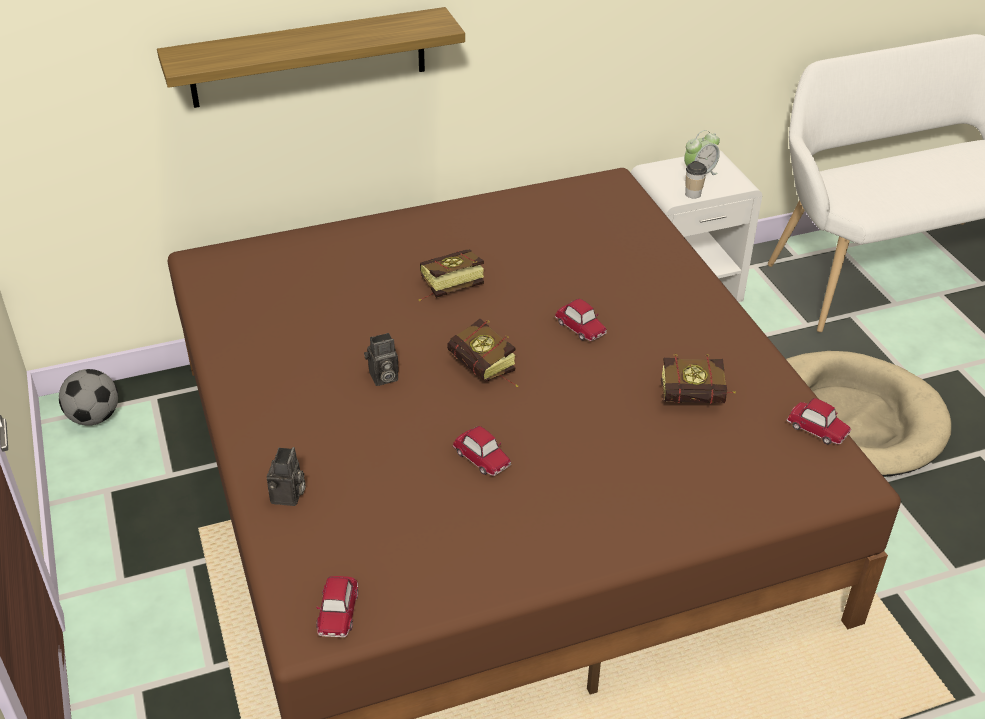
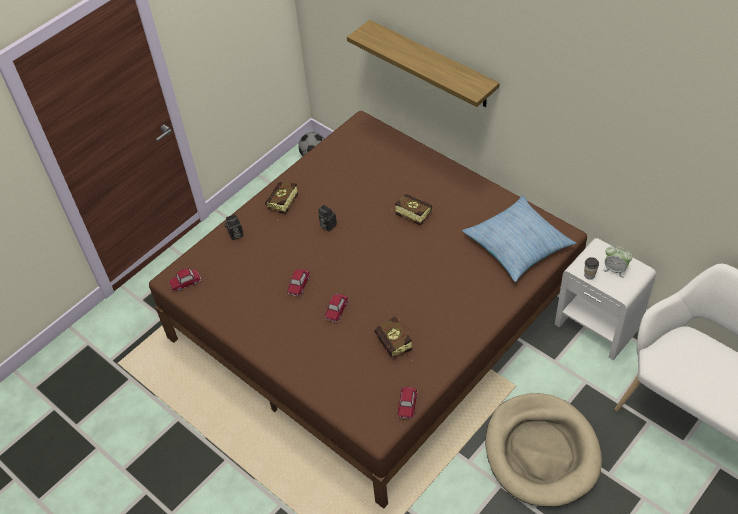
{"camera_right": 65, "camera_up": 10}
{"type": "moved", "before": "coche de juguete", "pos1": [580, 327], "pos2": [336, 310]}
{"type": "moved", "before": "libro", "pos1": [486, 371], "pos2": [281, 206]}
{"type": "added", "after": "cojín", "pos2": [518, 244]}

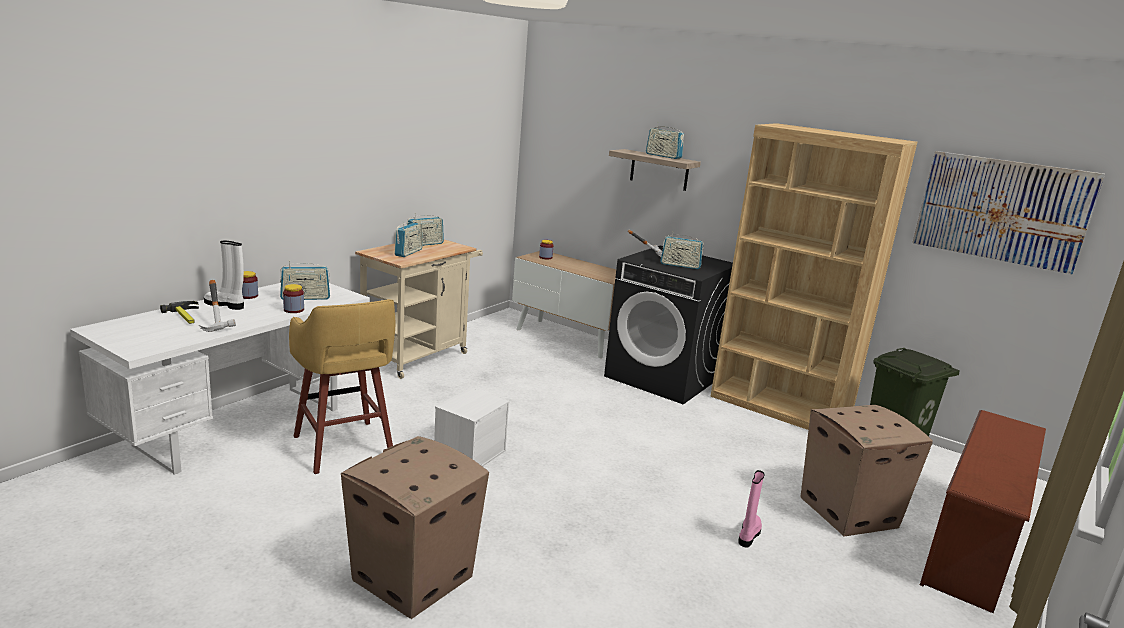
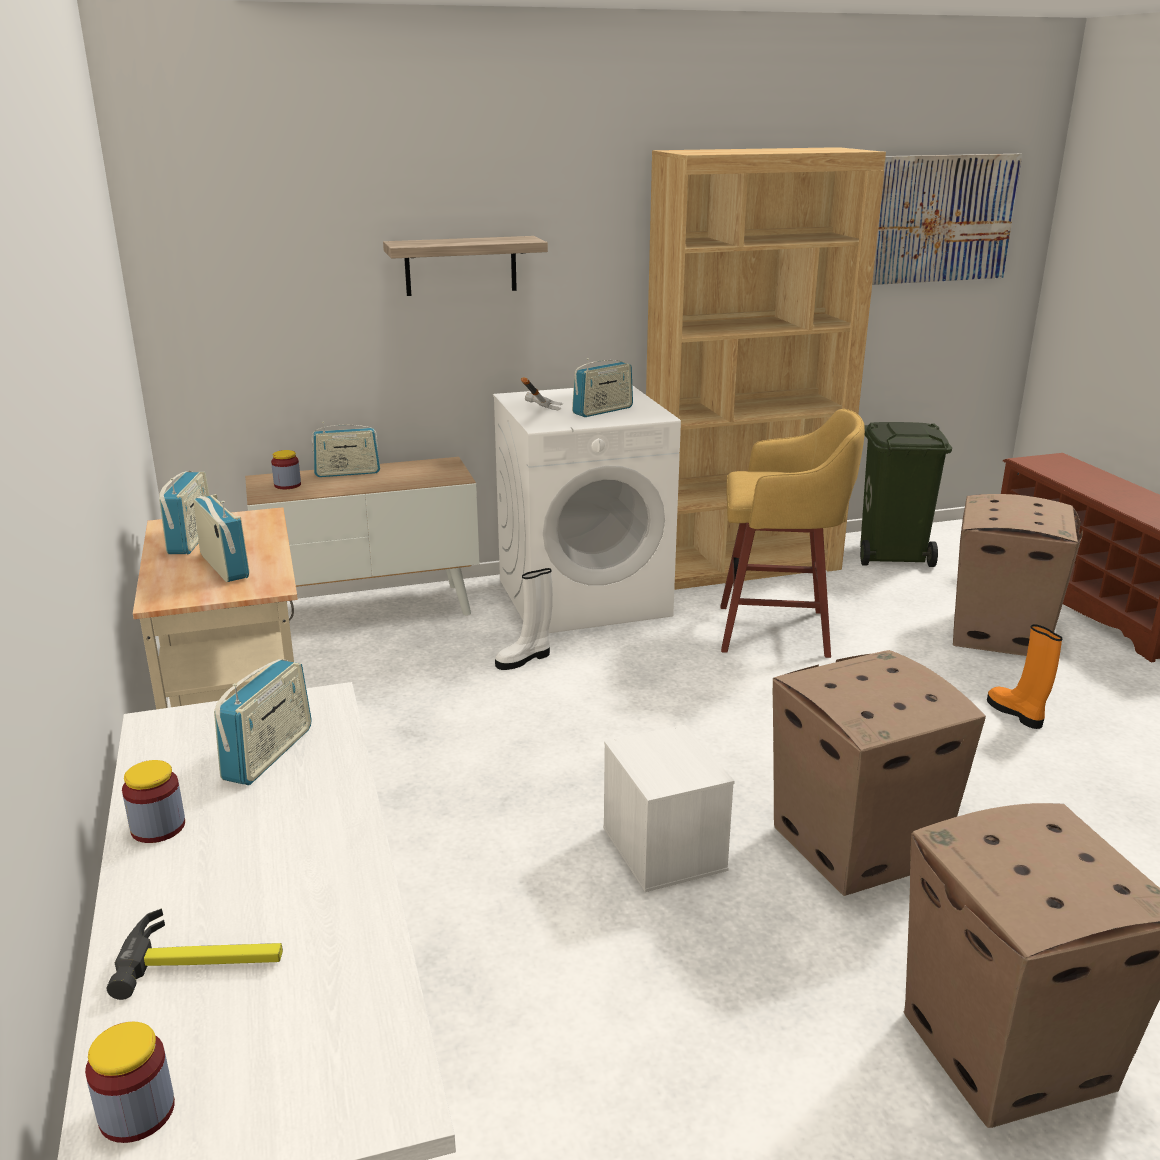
{"camera_right": -50, "camera_up": 5}
{"type": "moved", "before": "radio", "pos1": [663, 156], "pos2": [347, 473]}
{"type": "moved", "before": "bota/blanco", "pos1": [225, 305], "pos2": [524, 659]}
{"type": "recoloured", "before": "lavadora/negro", "after": "lavadora/blanco", "pos1": [663, 378], "pos2": [584, 597]}
{"type": "removed", "before": "martillo", "pos1": [221, 324]}
{"type": "moved", "before": "tarro", "pos1": [293, 310], "pos2": [137, 1112]}
{"type": "moved", "before": "taburete/amarillo", "pos1": [344, 448], "pos2": [778, 631]}
{"type": "recoloured", "before": "bota/rosa", "after": "bota/naranja", "pos1": [748, 535], "pos2": [1016, 713]}
{"type": "added", "after": "caja de cartón", "pos2": [854, 846]}

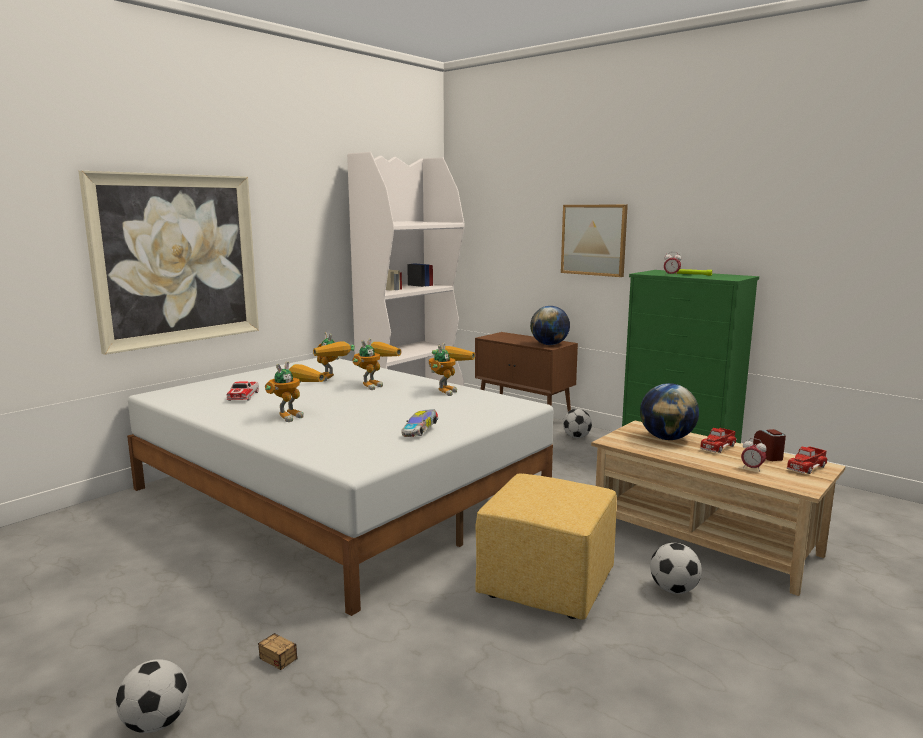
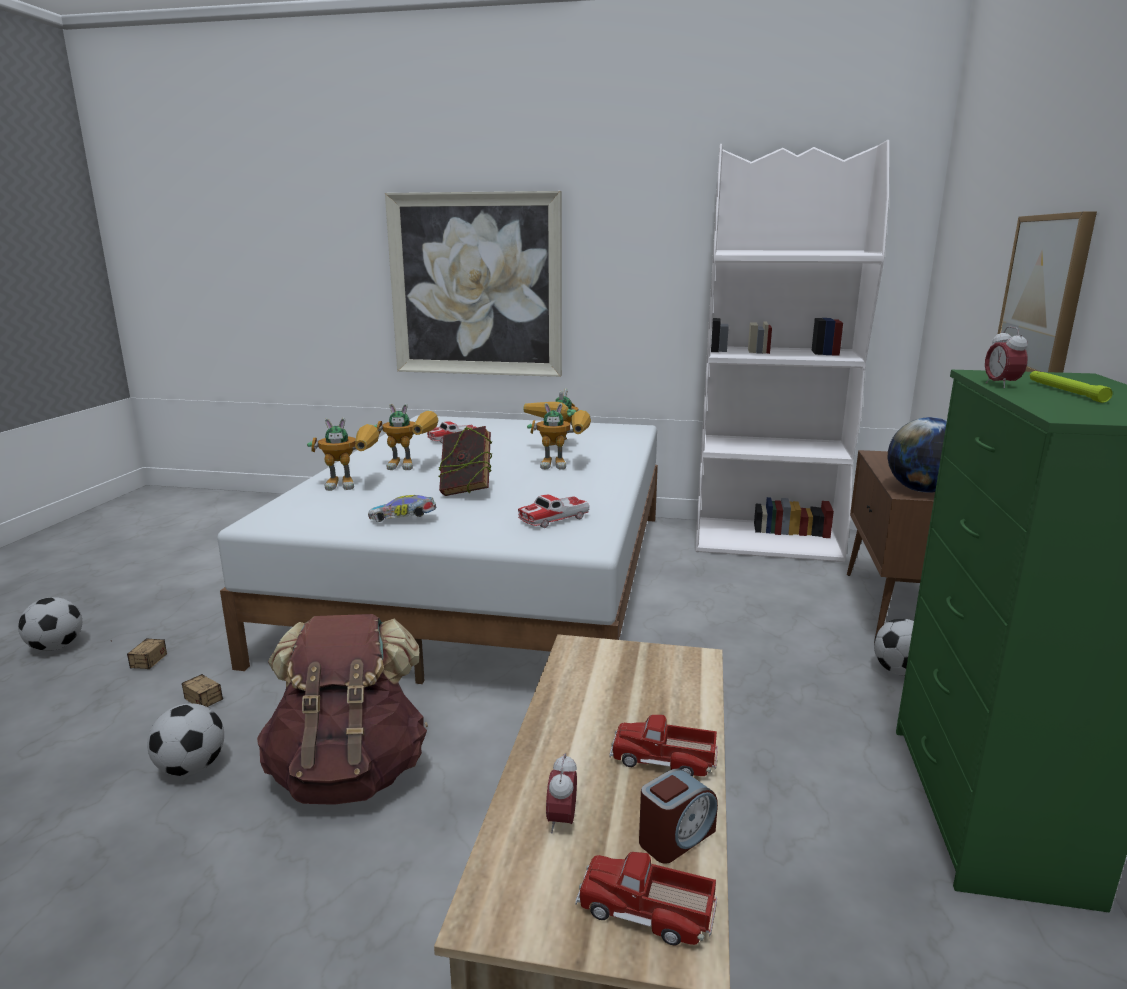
{"camera_right": 60, "camera_up": 5}
{"type": "moved", "before": "robot de juguete", "pos1": [447, 390], "pos2": [353, 485]}
{"type": "removed", "before": "globo terráqueo", "pos1": [667, 438]}
{"type": "replaced", "before": "puf/amarillo", "after": "mochila/marrón", "pos1": [544, 585], "pos2": [350, 773]}
{"type": "moved", "before": "balón de fútbol", "pos1": [673, 589], "pos2": [191, 767]}
{"type": "added", "after": "libro", "pos2": [466, 491]}
{"type": "added", "after": "coche de juguete", "pos2": [554, 519]}
{"type": "added", "after": "caja de almacenaje", "pos2": [216, 707]}

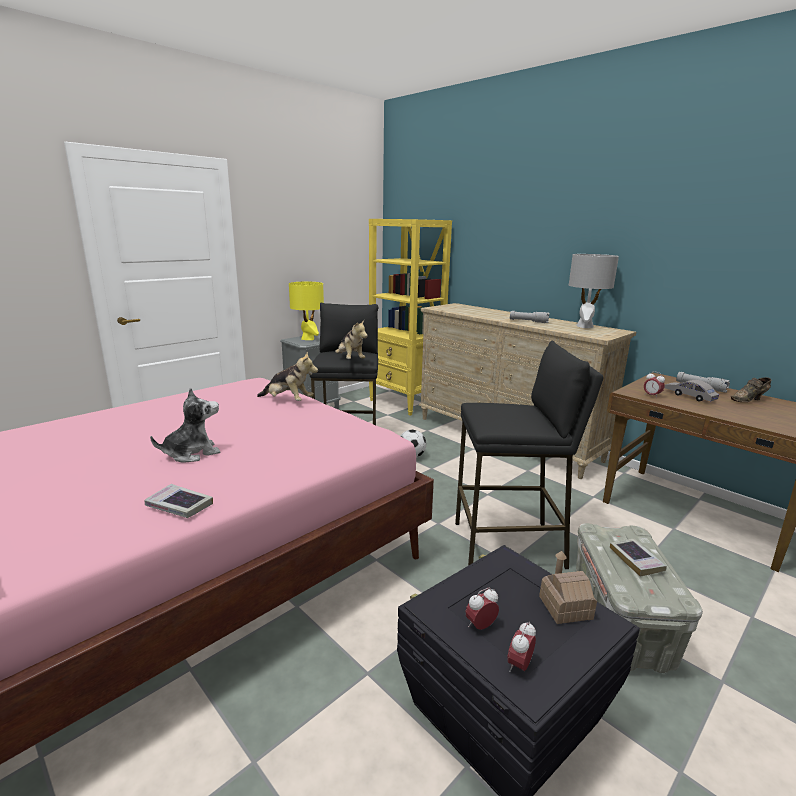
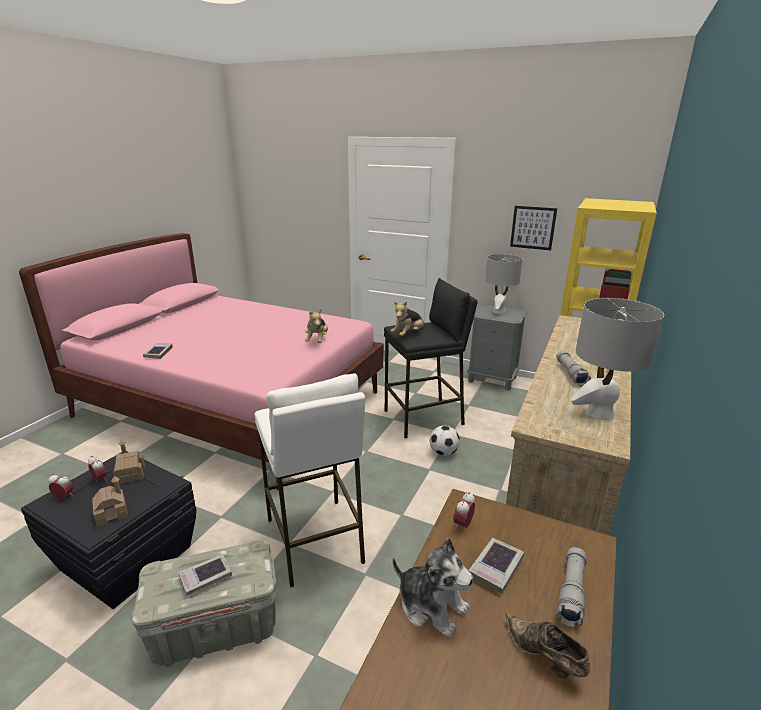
{"camera_right": 70, "camera_up": 5}
{"type": "recoloured", "before": "lámpara de mesa/amarillo", "after": "lámpara de mesa/gris", "pos1": [308, 339], "pos2": [498, 311]}
{"type": "recoloured", "before": "taburete/negro", "after": "taburete/blanco", "pos1": [509, 545], "pos2": [314, 540]}
{"type": "replaced", "before": "coche de juguete/gris", "after": "libro", "pos1": [689, 396], "pos2": [496, 568]}
{"type": "moved", "before": "peluche", "pos1": [192, 453], "pos2": [431, 606]}
{"type": "added", "after": "cuadro", "pos2": [533, 227]}
{"type": "added", "after": "casita", "pos2": [130, 474]}

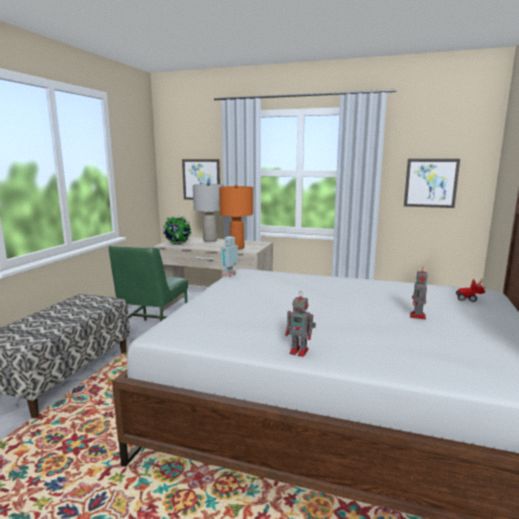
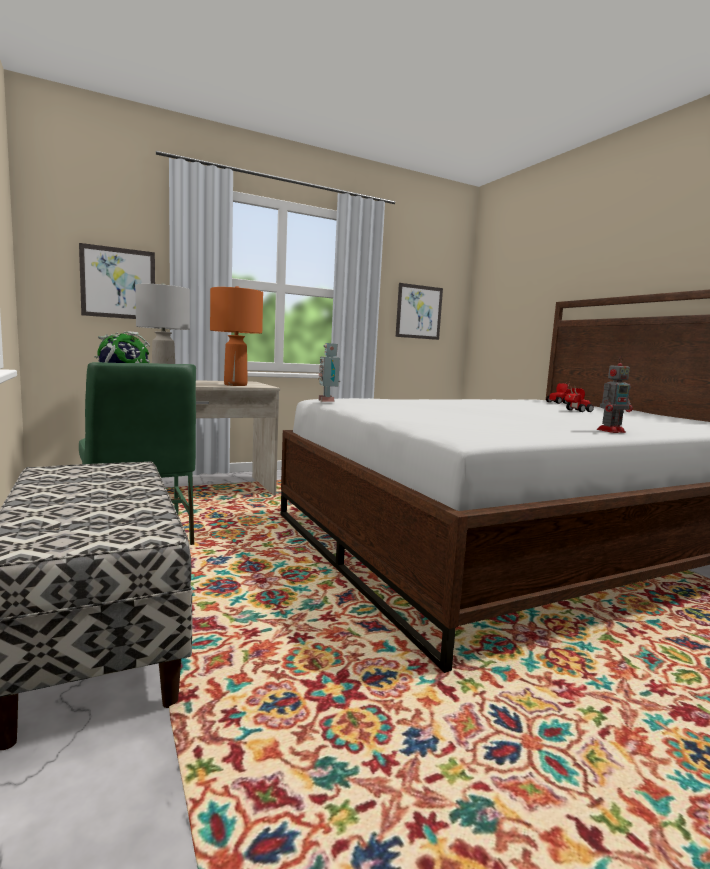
{"camera_right": -45, "camera_up": -5}
{"type": "replaced", "before": "robot de juguete", "after": "coche de juguete", "pos1": [417, 316], "pos2": [576, 411]}

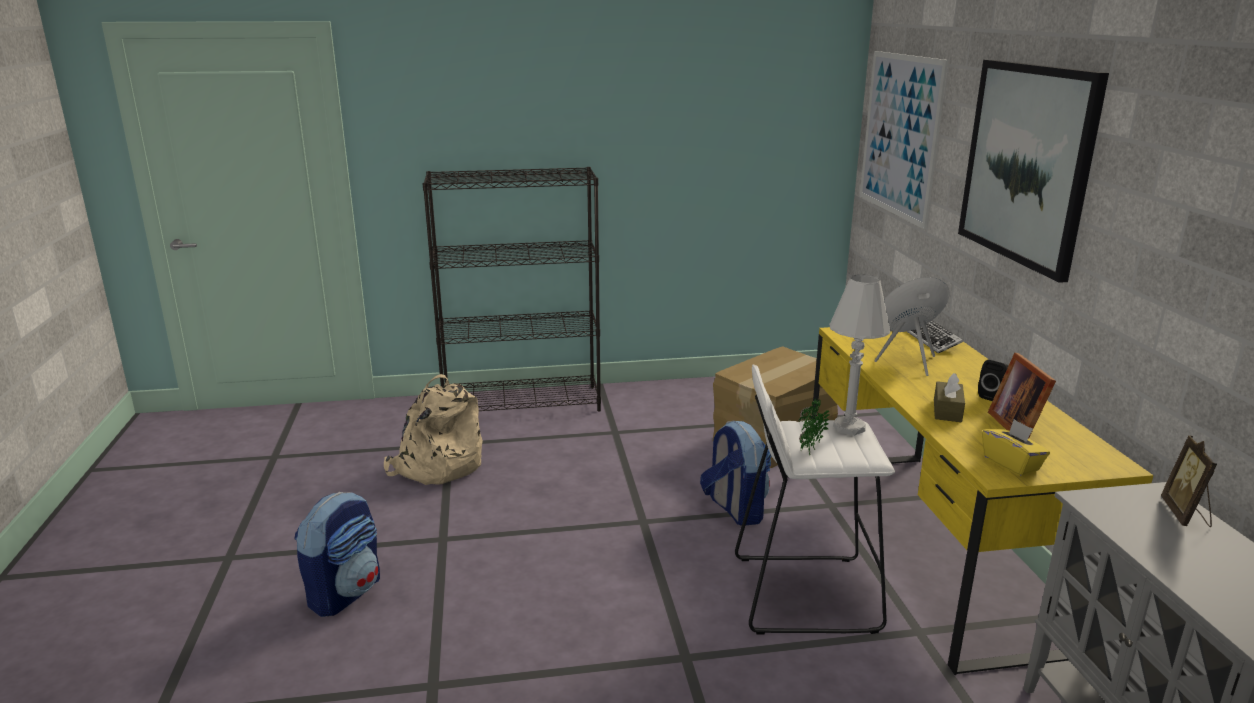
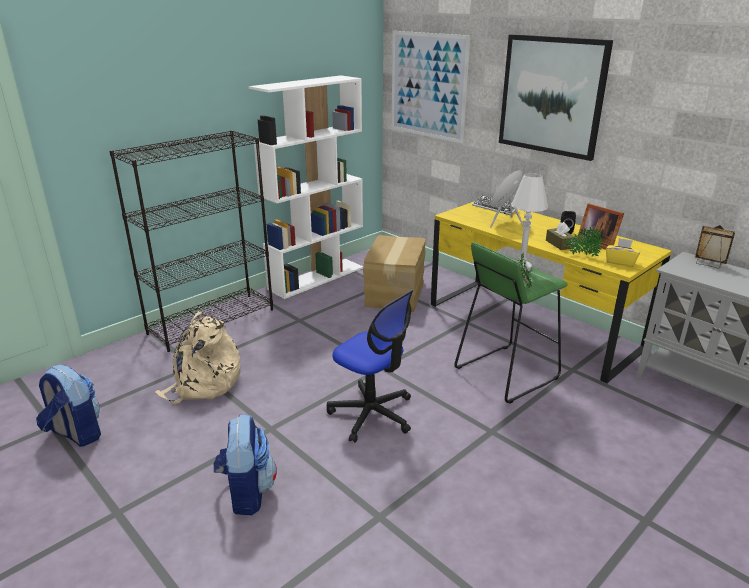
{"camera_right": -35, "camera_up": 5}
{"type": "recoloured", "before": "taburete/blanco", "after": "taburete/verde", "pos1": [803, 593], "pos2": [505, 373]}
{"type": "moved", "before": "mochila", "pos1": [734, 509], "pos2": [75, 433]}
{"type": "turned", "before": "portarretratos", "pos1": [1186, 515], "pos2": [709, 263], "turn": 150}
{"type": "added", "after": "estantería/blanco", "pos2": [316, 278]}
{"type": "added", "after": "planta en maceta", "pos2": [582, 255]}
{"type": "added", "after": "silla de oficina", "pos2": [372, 414]}

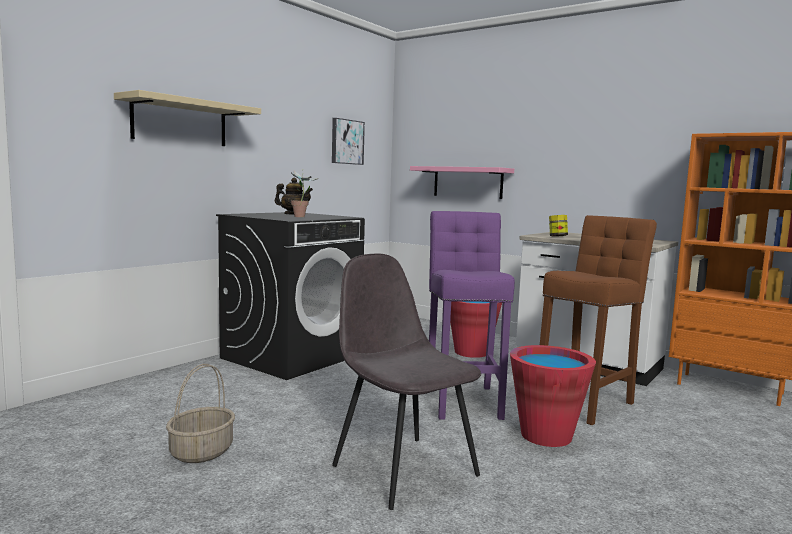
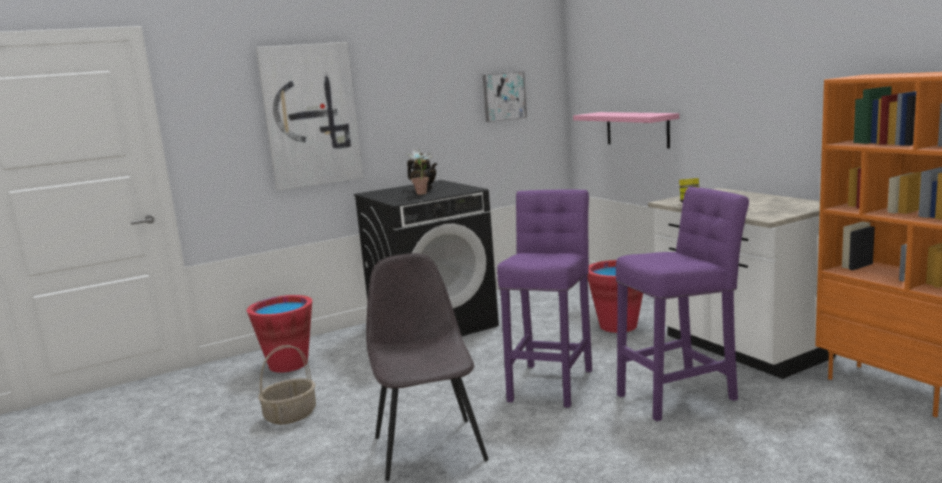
{"camera_right": 25, "camera_up": 5}
{"type": "replaced", "before": "estante/beis", "after": "cuadro", "pos1": [180, 122], "pos2": [311, 115]}
{"type": "recoloured", "before": "taburete/marrón", "after": "taburete/morado", "pos1": [586, 403], "pos2": [681, 395]}
{"type": "moved", "before": "cubo/rojo", "pos1": [546, 435], "pos2": [288, 364]}

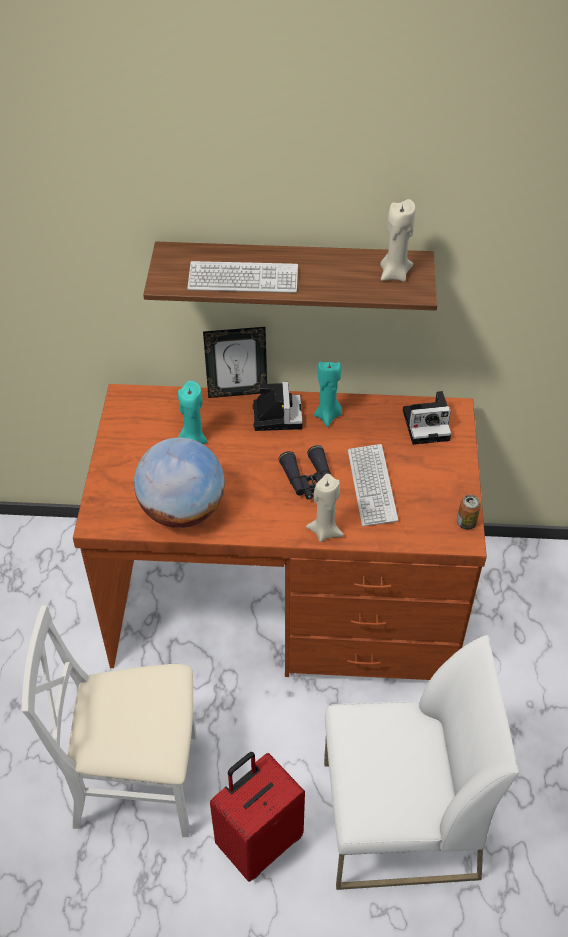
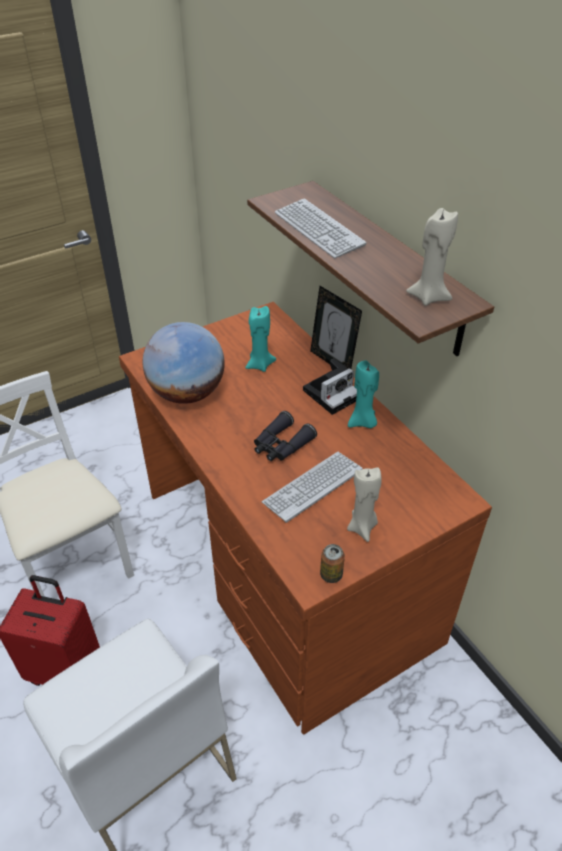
{"camera_right": 55, "camera_up": -5}
{"type": "removed", "before": "cámara", "pos1": [428, 424]}
{"type": "moved", "before": "vela/beis", "pos1": [325, 531], "pos2": [362, 527]}

